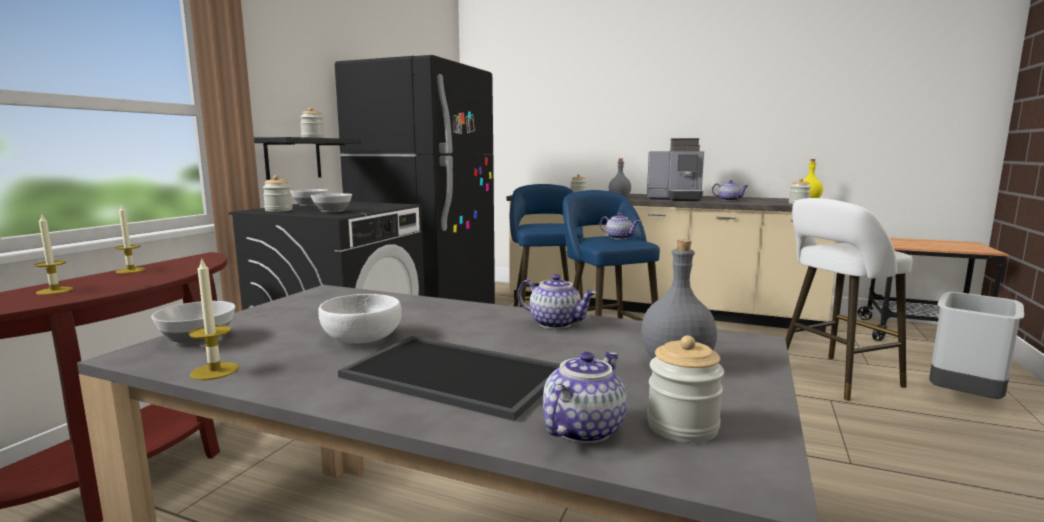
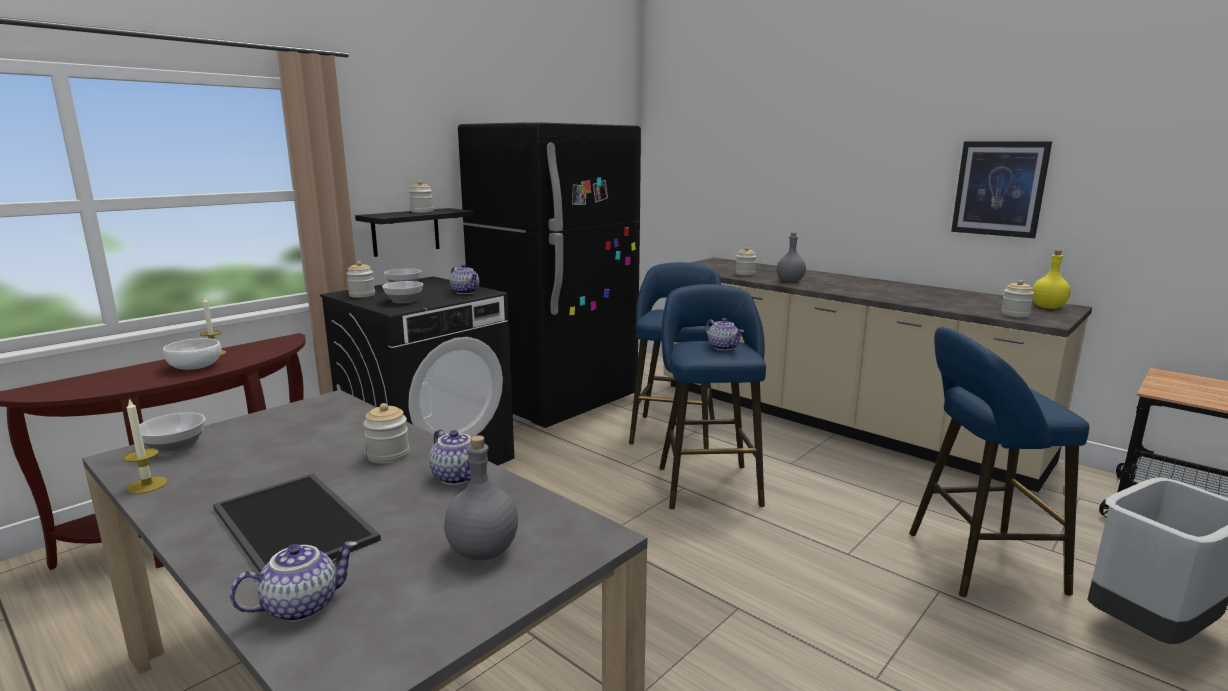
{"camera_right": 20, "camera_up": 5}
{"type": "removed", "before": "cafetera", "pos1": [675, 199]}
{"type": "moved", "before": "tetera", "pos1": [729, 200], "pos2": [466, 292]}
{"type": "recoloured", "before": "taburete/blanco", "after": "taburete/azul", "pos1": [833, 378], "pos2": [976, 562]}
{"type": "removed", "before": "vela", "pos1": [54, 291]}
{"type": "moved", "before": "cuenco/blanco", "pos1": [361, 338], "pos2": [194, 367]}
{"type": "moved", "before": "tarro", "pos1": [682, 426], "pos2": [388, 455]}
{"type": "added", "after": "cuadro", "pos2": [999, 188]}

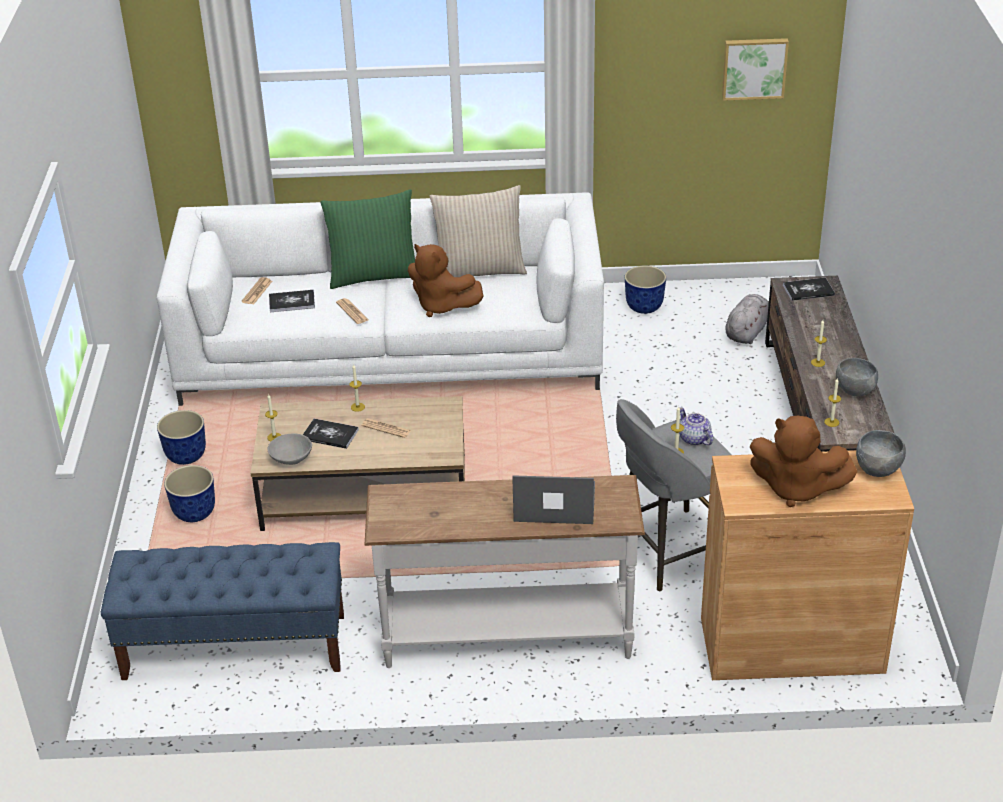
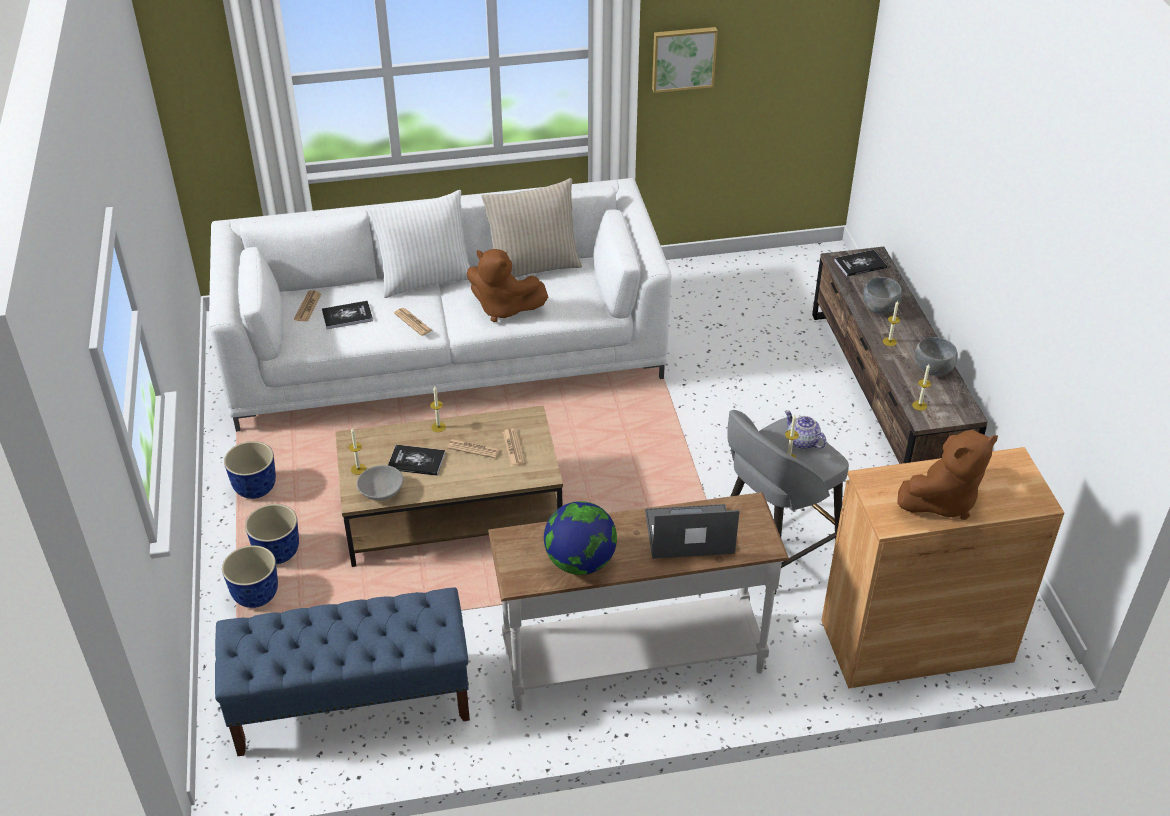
{"camera_right": -10, "camera_up": 5}
{"type": "moved", "before": "cuadro", "pos1": [754, 68], "pos2": [683, 58]}
{"type": "recoloured", "before": "cojín/verde", "after": "cojín/blanco", "pos1": [373, 275], "pos2": [425, 279]}
{"type": "moved", "before": "maceta", "pos1": [644, 307], "pos2": [256, 595]}
{"type": "removed", "before": "peluche/gris", "pos1": [747, 332]}
{"type": "turned", "before": "peluche/marrón", "pos1": [796, 488], "pos2": [942, 500], "turn": -45}
{"type": "moved", "before": "cuenco/gris", "pos1": [878, 470], "pos2": [880, 308]}
{"type": "added", "after": "periódico", "pos2": [513, 448]}
{"type": "added", "after": "globo terráqueo", "pos2": [580, 562]}

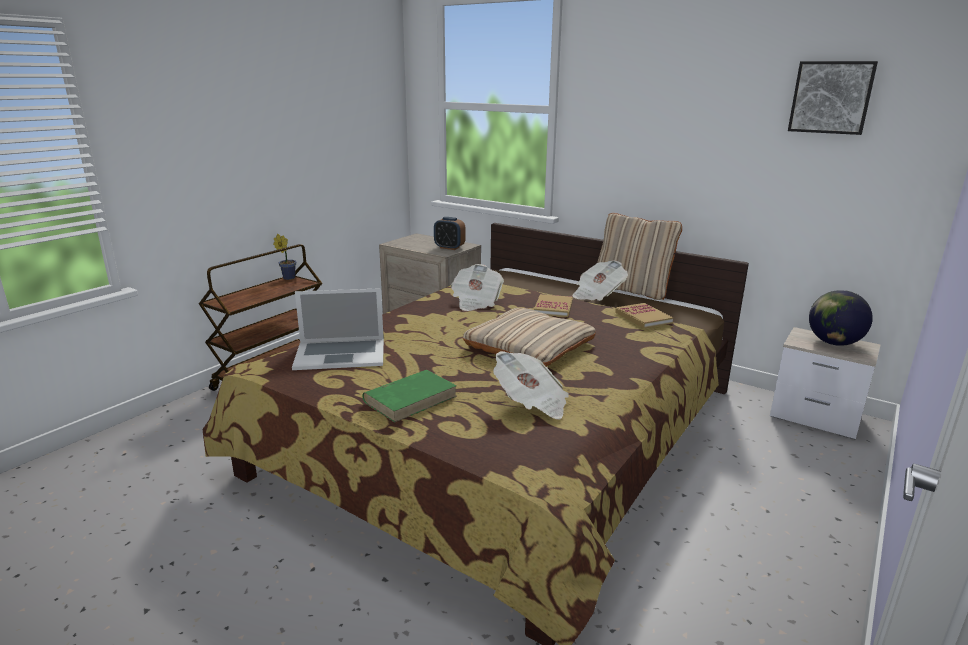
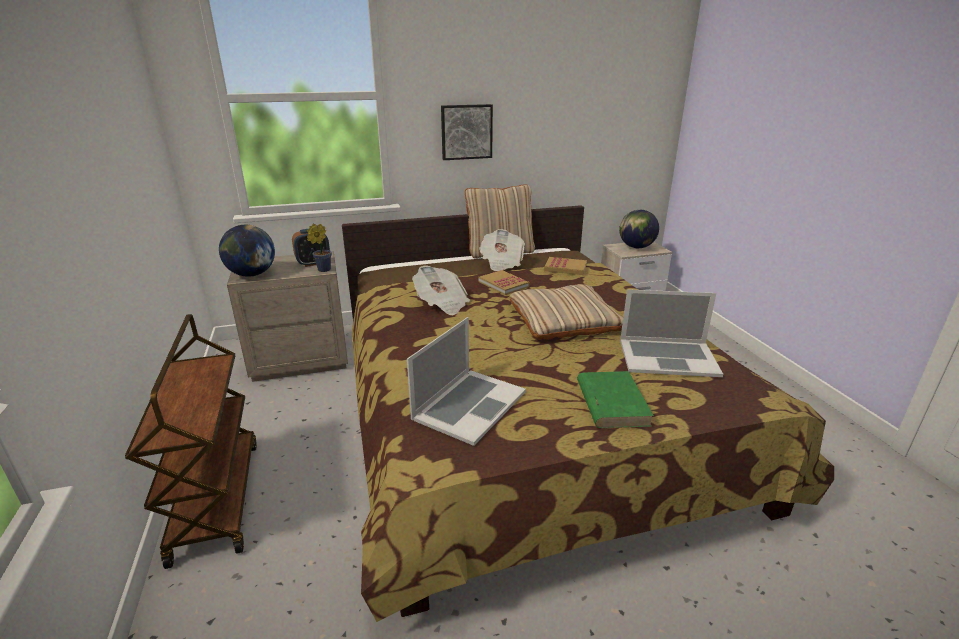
{"camera_right": -50, "camera_up": 5}
{"type": "moved", "before": "cuadro", "pos1": [831, 97], "pos2": [466, 132]}
{"type": "moved", "before": "planta en maceta", "pos1": [287, 278], "pos2": [322, 270]}
{"type": "replaced", "before": "periódico", "after": "portátil", "pos1": [531, 403], "pos2": [668, 357]}
{"type": "added", "after": "globo terráqueo", "pos2": [252, 274]}

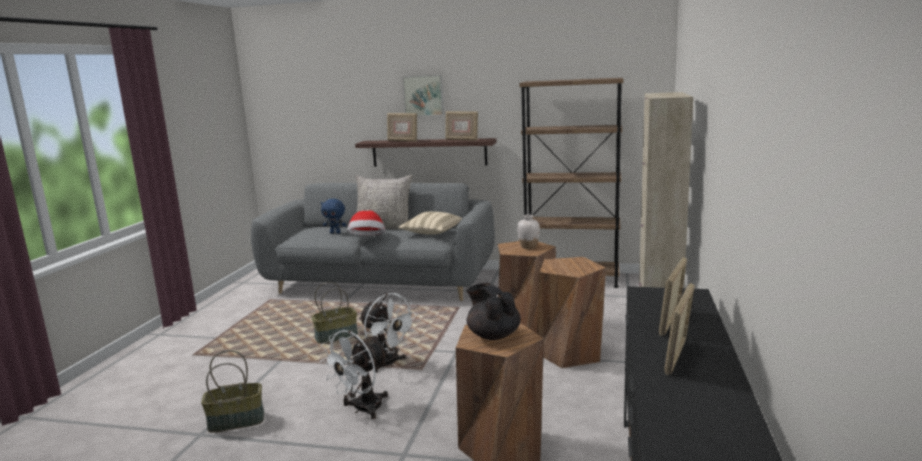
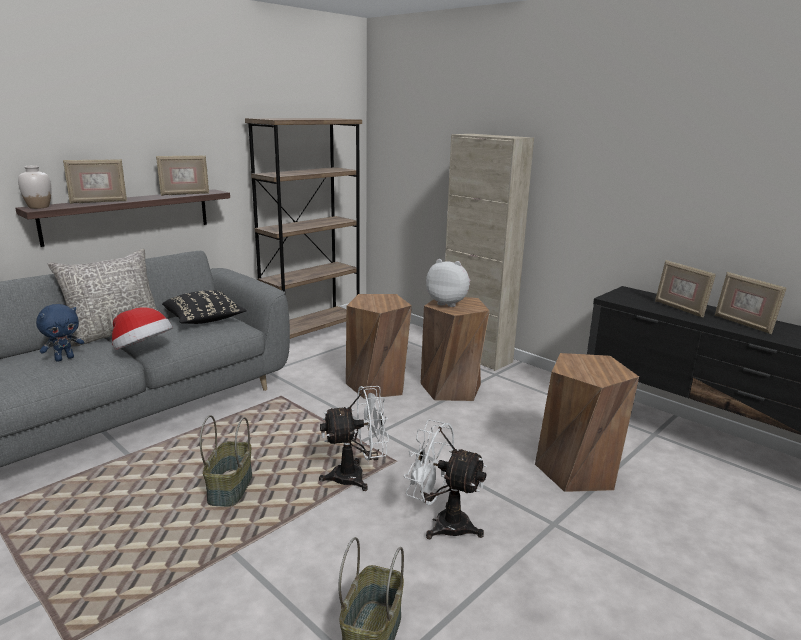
{"camera_right": -60, "camera_up": 5}
{"type": "removed", "before": "cuadro", "pos1": [424, 95]}
{"type": "recoloured", "before": "cojín/beis", "after": "cojín/negro", "pos1": [431, 233], "pos2": [204, 320]}
{"type": "moved", "before": "florero/blanco", "pos1": [528, 247], "pos2": [38, 207]}
{"type": "removed", "before": "tetera/negro", "pos1": [493, 335]}
{"type": "turned", "before": "ventilador/blanco", "pos1": [362, 409], "pos2": [442, 523], "turn": 135}
{"type": "added", "after": "peluche", "pos2": [448, 303]}

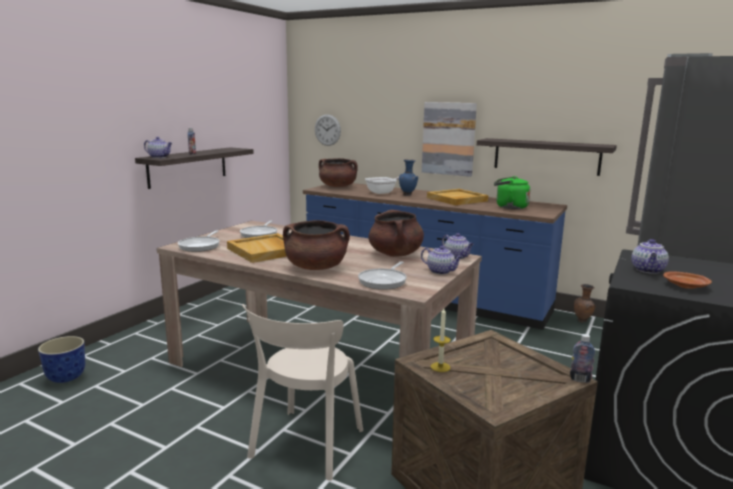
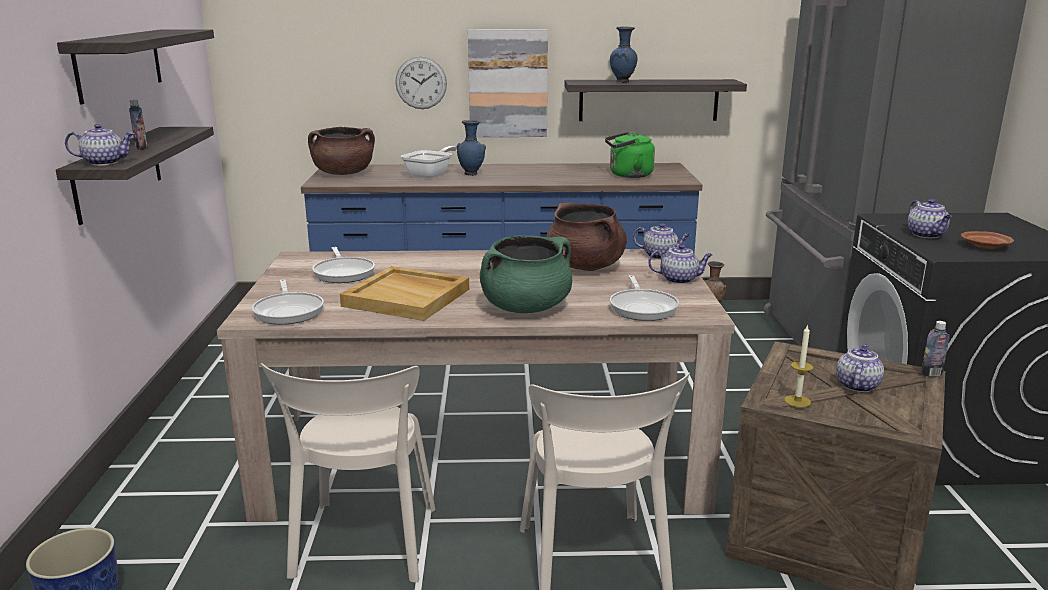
{"camera_right": -30, "camera_up": 5}
{"type": "moved", "before": "reloj de pared", "pos1": [327, 130], "pos2": [421, 83]}
{"type": "removed", "before": "bandeja/beis", "pos1": [457, 199]}
{"type": "recoloured", "before": "olla/marrón", "after": "olla/verde", "pos1": [316, 267], "pos2": [526, 308]}
{"type": "added", "after": "florero/azul", "pos2": [623, 82]}
{"type": "added", "after": "estante", "pos2": [119, 63]}
{"type": "added", "after": "tetera", "pos2": [856, 385]}
{"type": "added", "after": "silla/beis", "pos2": [364, 546]}

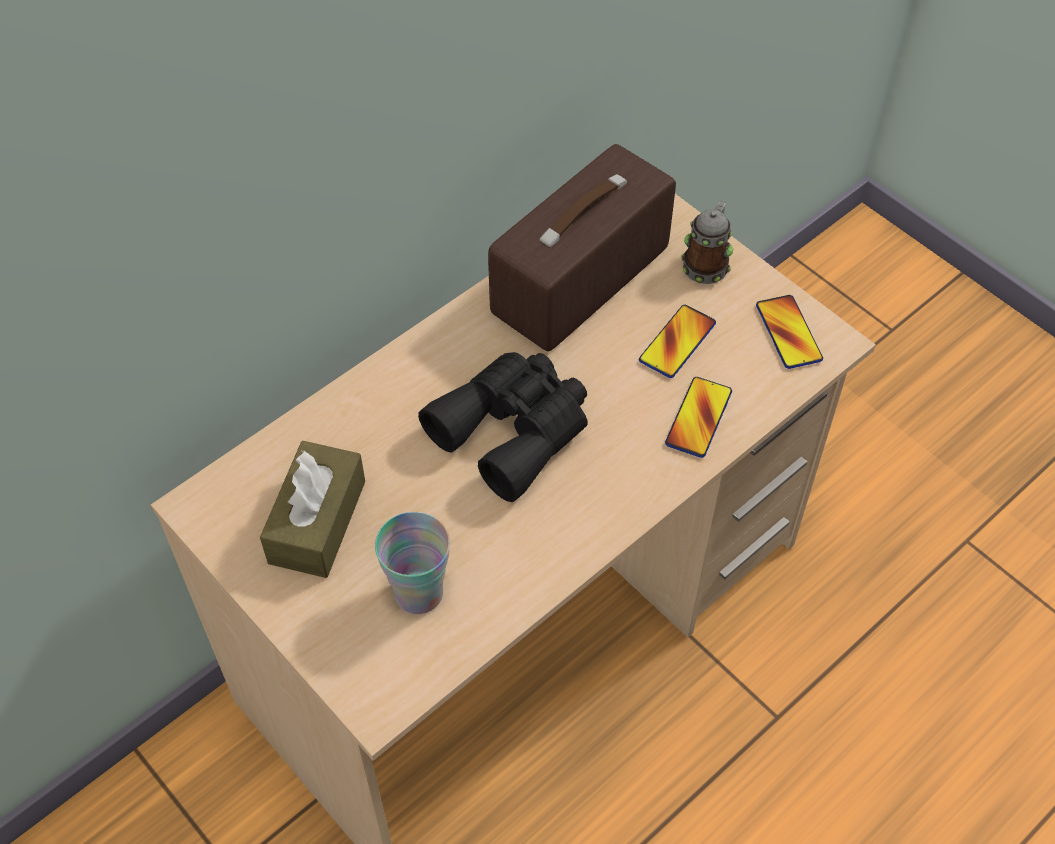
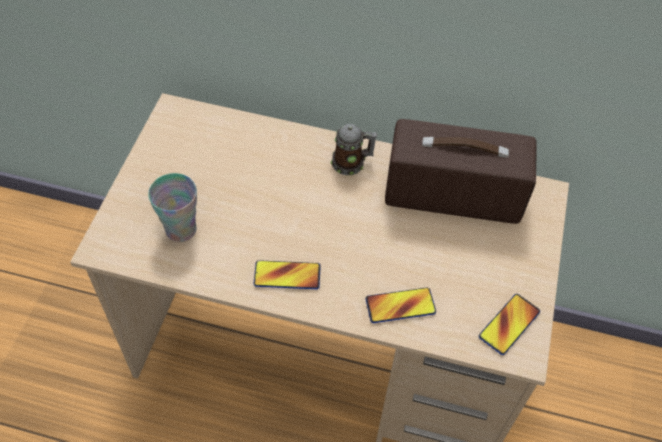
{"camera_right": 55, "camera_up": 0}
{"type": "moved", "before": "taza grande", "pos1": [707, 263], "pos2": [352, 163]}
{"type": "moved", "before": "móvil", "pos1": [677, 342], "pos2": [287, 275]}
{"type": "removed", "before": "prismáticos/negro", "pos1": [513, 431]}
{"type": "removed", "before": "caja de pañuelos/marrón", "pos1": [317, 522]}

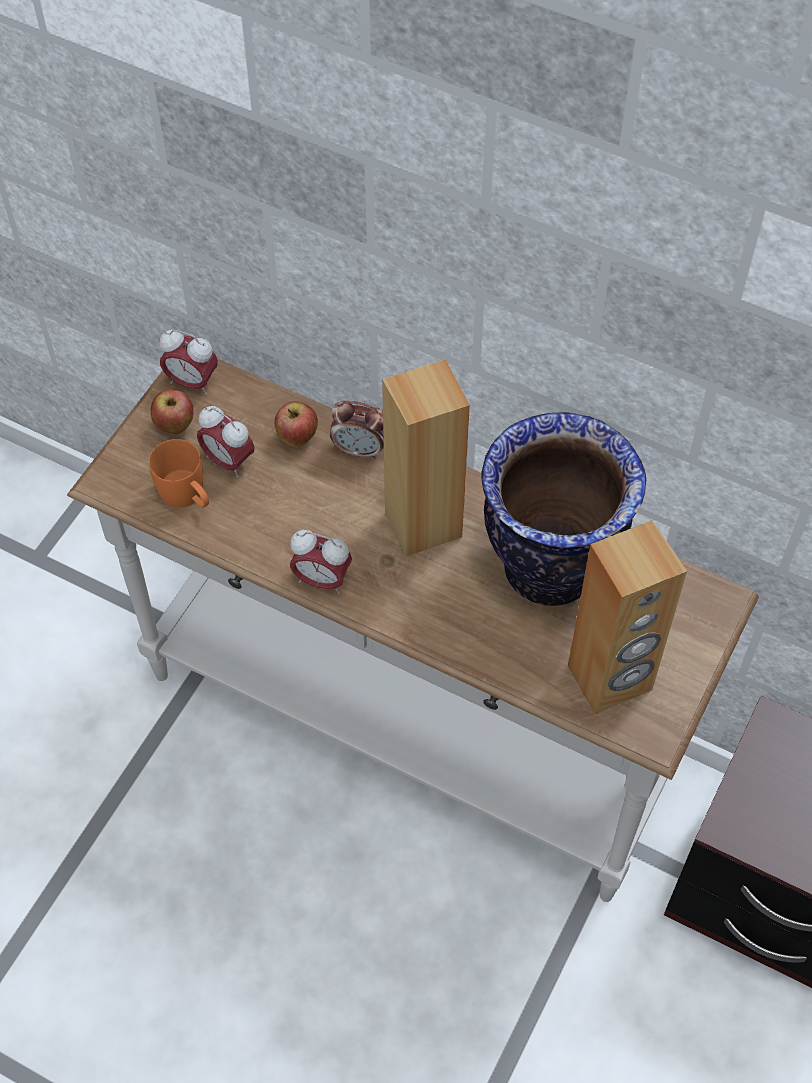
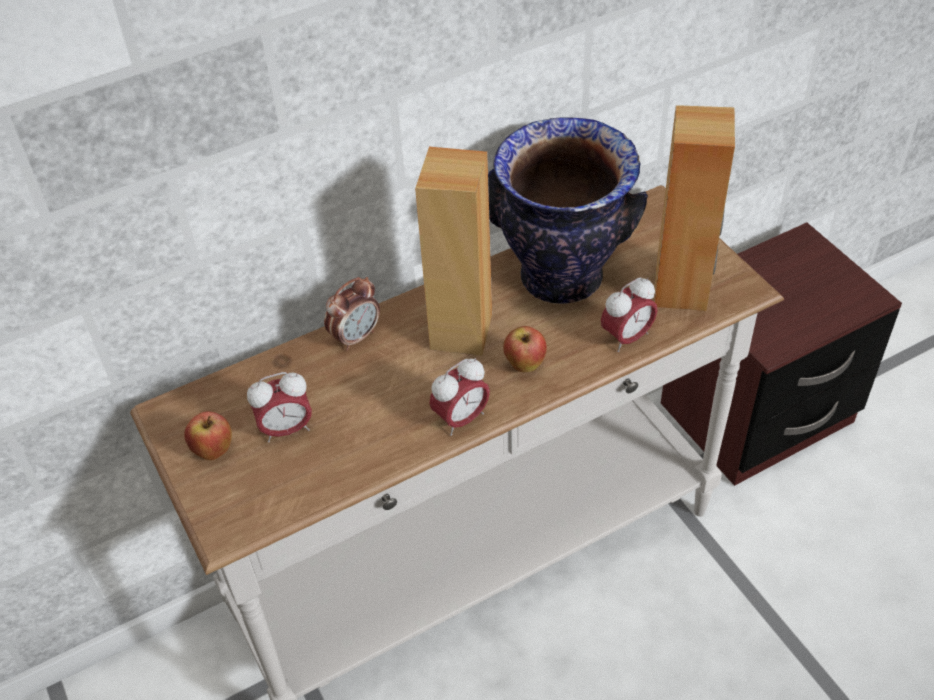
{"camera_right": -55, "camera_up": -10}
{"type": "moved", "before": "despertador", "pos1": [192, 382], "pos2": [627, 338]}
{"type": "moved", "before": "manzana", "pos1": [297, 438], "pos2": [525, 365]}
{"type": "removed", "before": "taza grande/naranja", "pos1": [187, 496]}

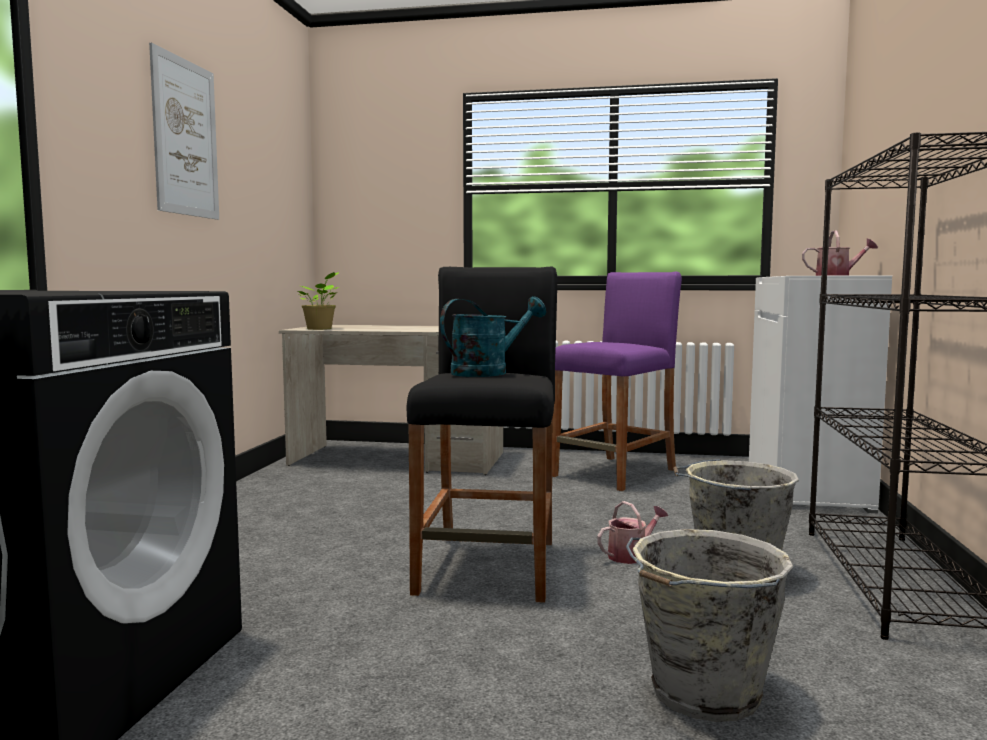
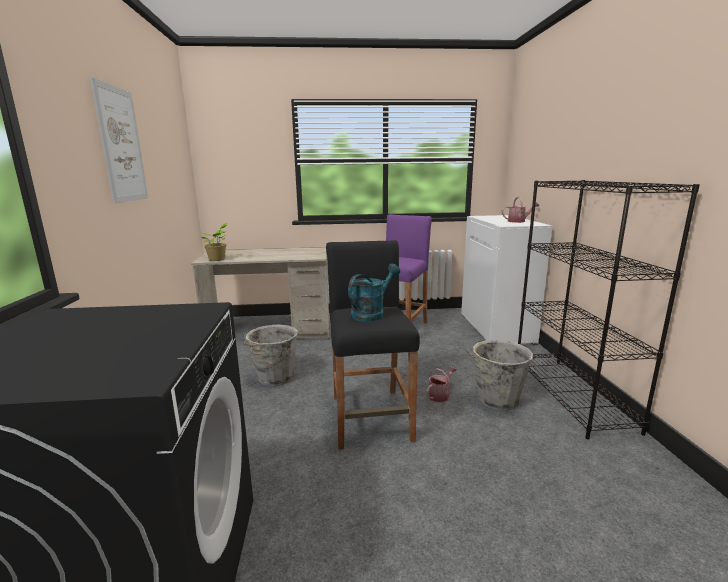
{"camera_right": -15, "camera_up": 10}
{"type": "moved", "before": "cubo/gris", "pos1": [702, 694], "pos2": [274, 378]}

